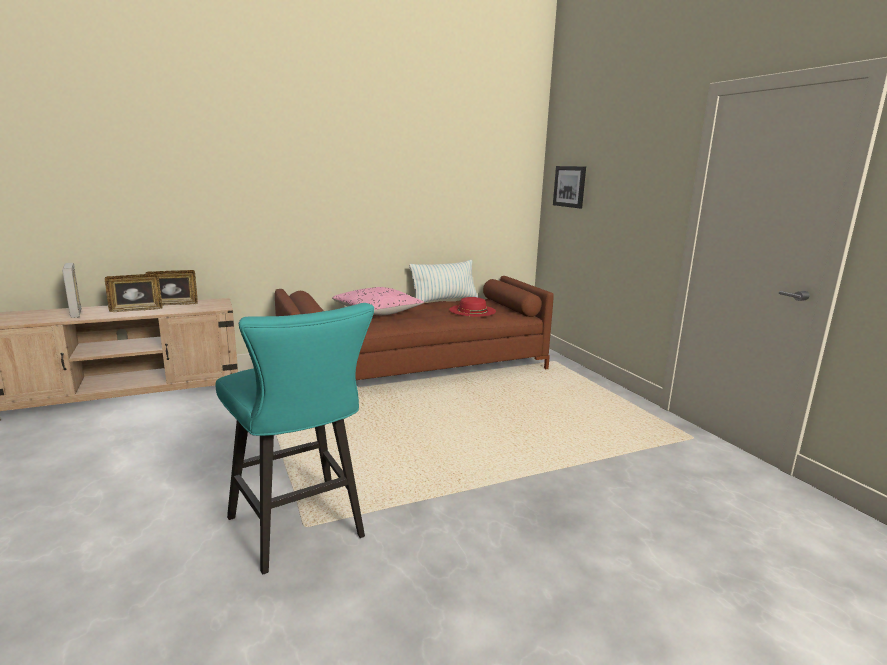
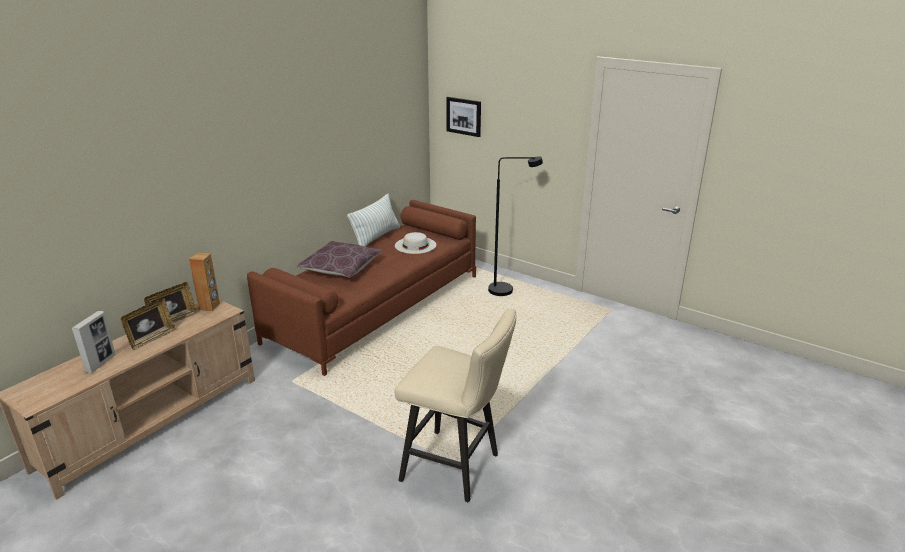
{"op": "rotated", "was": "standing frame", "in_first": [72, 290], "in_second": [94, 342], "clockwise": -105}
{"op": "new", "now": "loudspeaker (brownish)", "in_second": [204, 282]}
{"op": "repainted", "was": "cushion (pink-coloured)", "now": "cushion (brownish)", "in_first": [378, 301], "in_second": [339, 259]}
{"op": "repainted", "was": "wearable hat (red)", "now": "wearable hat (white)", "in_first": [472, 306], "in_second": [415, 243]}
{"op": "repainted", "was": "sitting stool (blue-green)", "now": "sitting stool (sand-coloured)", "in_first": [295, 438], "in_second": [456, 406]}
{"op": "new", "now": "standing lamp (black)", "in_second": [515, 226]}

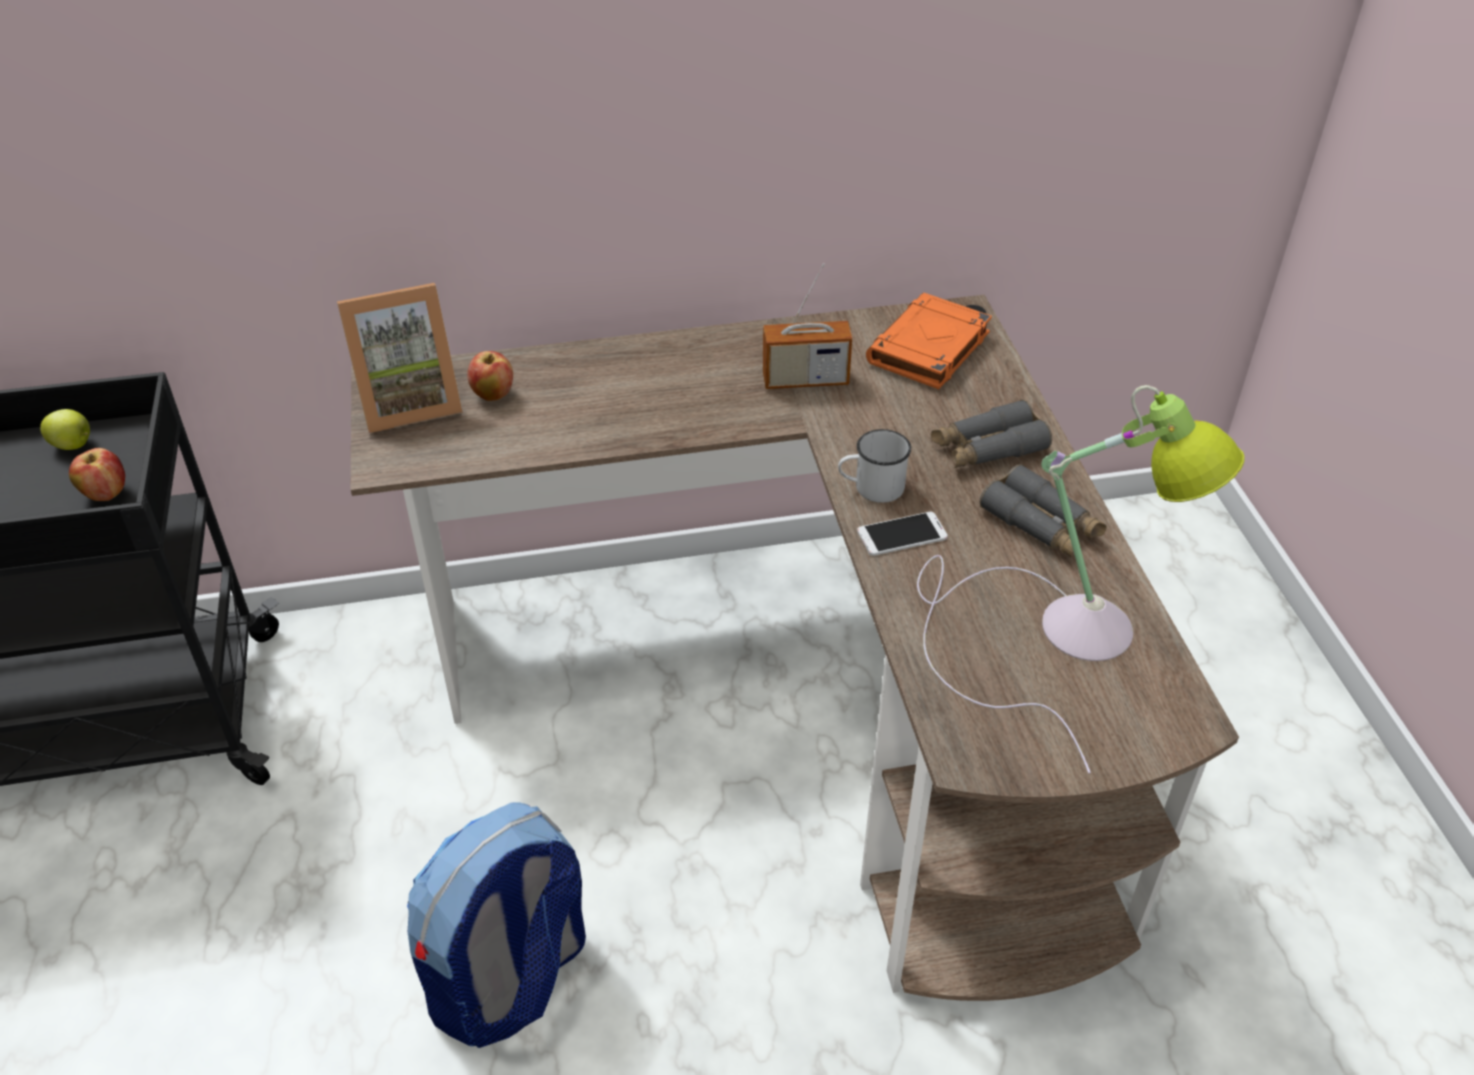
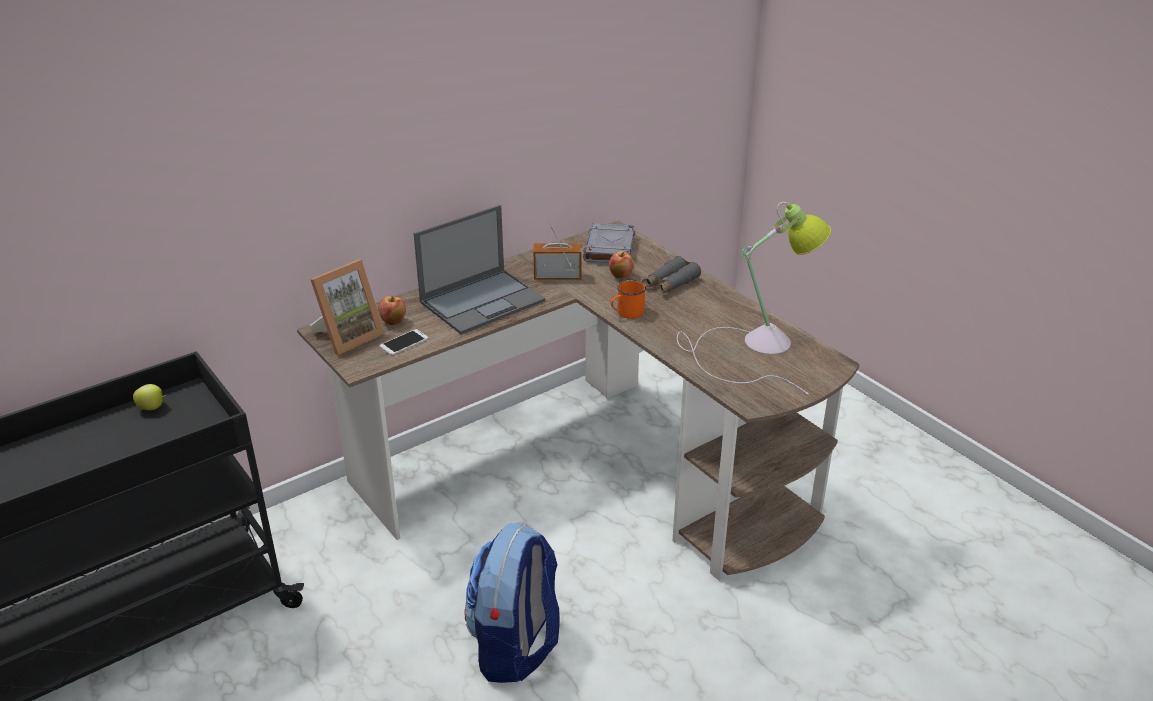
{"op": "shifted", "was": "telephone", "in_first": [902, 534], "in_second": [403, 342]}
{"op": "new", "now": "portable computer", "in_second": [479, 269]}
{"op": "rotated", "was": "radio set", "in_first": [807, 326], "in_second": [557, 249], "clockwise": -150}
{"op": "repainted", "was": "volume (orange)", "now": "volume (greyish)", "in_first": [929, 341], "in_second": [609, 243]}
{"op": "shifted", "was": "apple", "in_first": [97, 474], "in_second": [621, 265]}
{"op": "repainted", "was": "tea mug (white)", "now": "tea mug (orange)", "in_first": [874, 466], "in_second": [628, 299]}
{"op": "gone", "was": "binoculars (greyish)", "in_first": [1043, 511]}

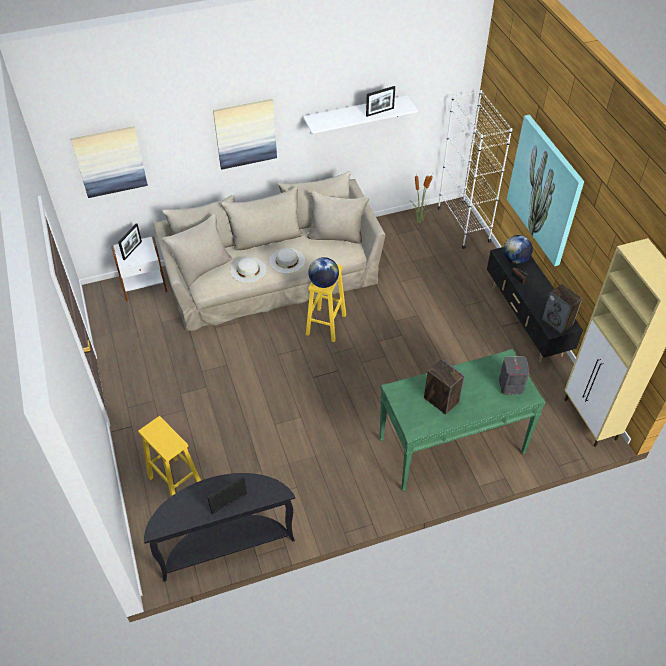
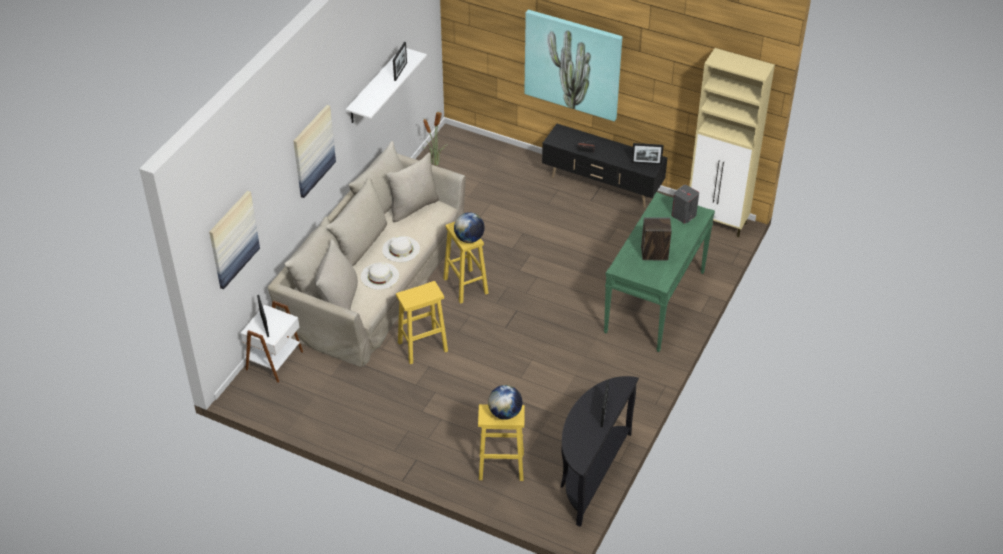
{"op": "new", "now": "sitting stool (yellow)", "in_second": [422, 322]}
{"op": "shifted", "was": "globe", "in_first": [518, 249], "in_second": [505, 402]}
{"op": "swapped", "was": "loudspeaker", "now": "standing frame", "in_first": [562, 309], "in_second": [648, 154]}
{"op": "gone", "was": "bookcase (white)", "in_first": [474, 169]}

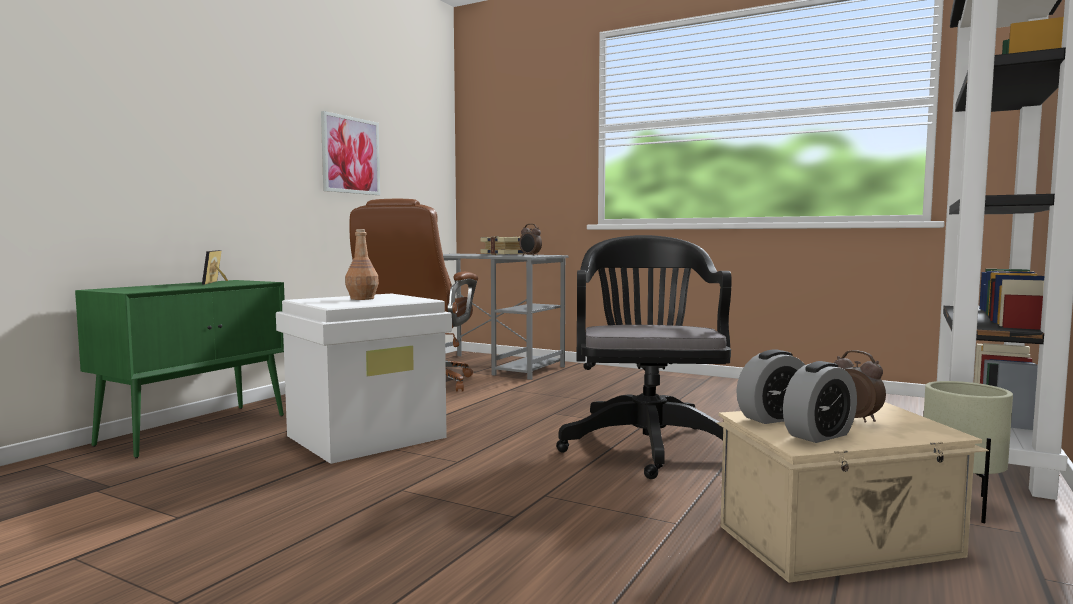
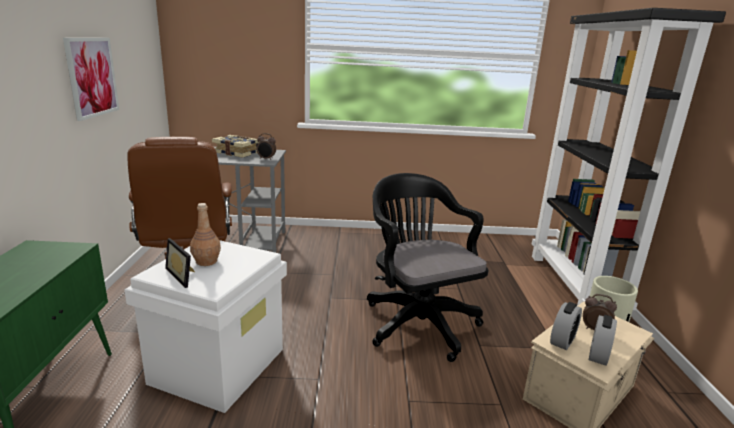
{"op": "shifted", "was": "standing frame", "in_first": [215, 267], "in_second": [180, 263]}

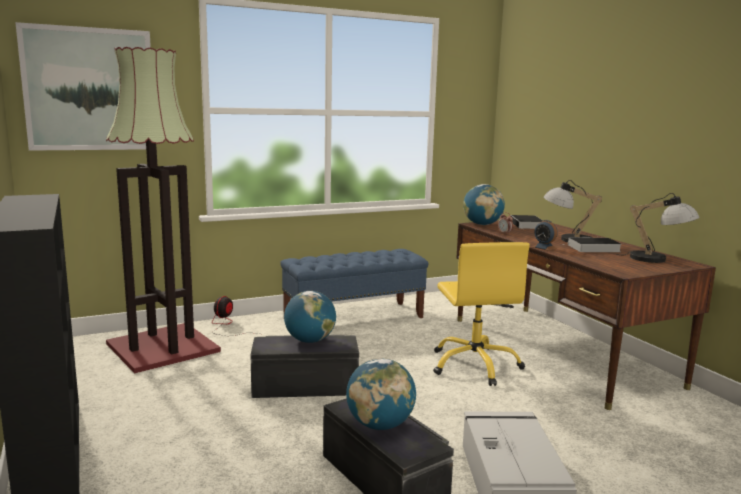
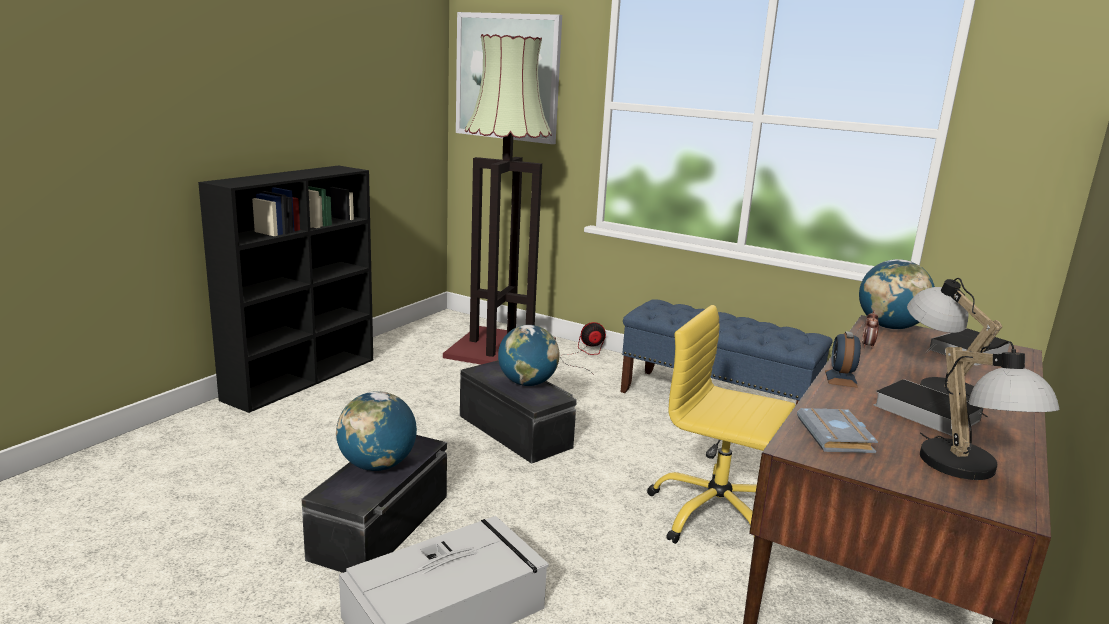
{"op": "rotated", "was": "desk chair (yellow)", "in_first": [481, 314], "in_second": [721, 424], "clockwise": 75}
{"op": "new", "now": "volume (greyish)", "in_second": [837, 430]}

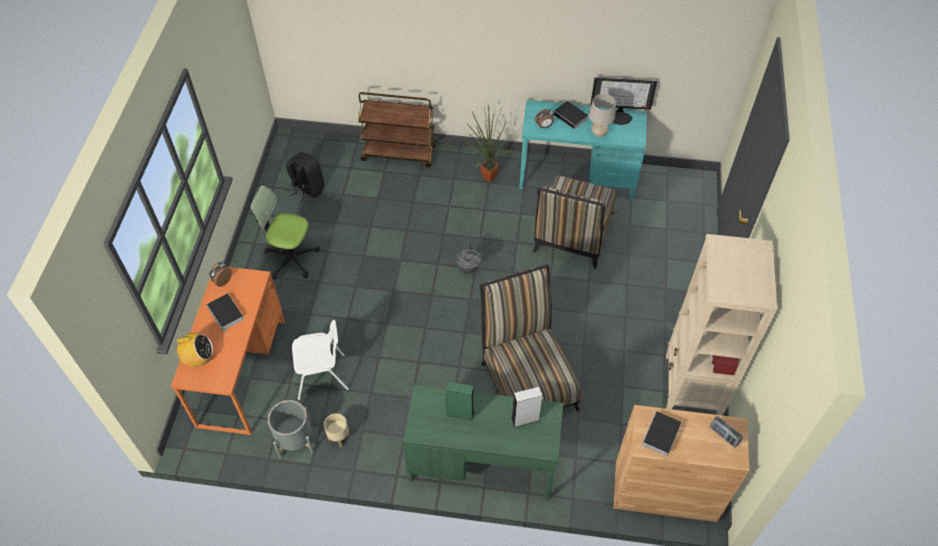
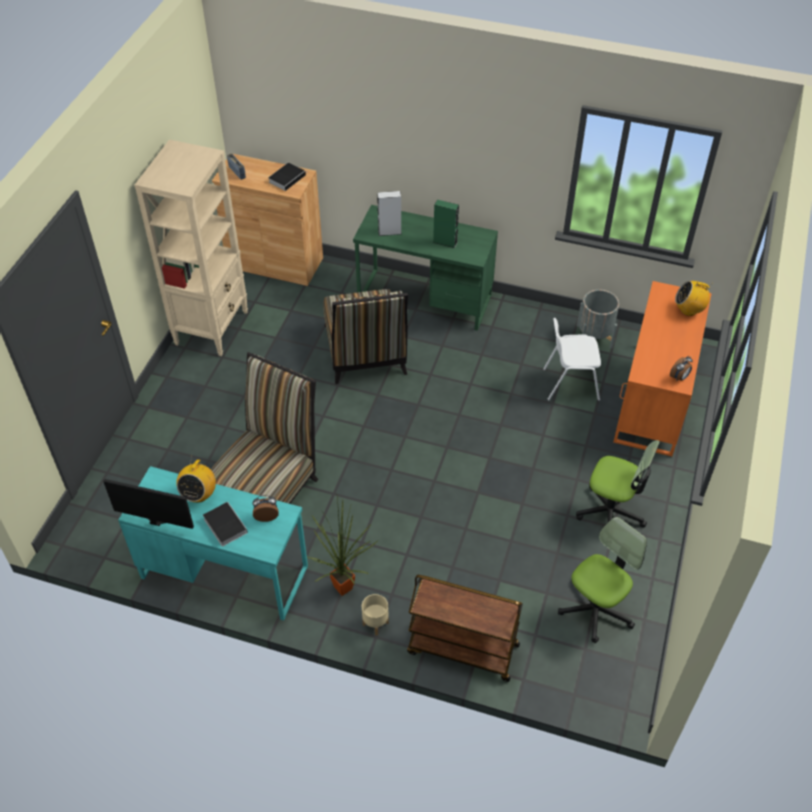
{"op": "swapped", "was": "lamp for a table (sand-coloured)", "now": "radio set", "in_first": [602, 115], "in_second": [196, 481]}
{"op": "shifted", "was": "plant pot (sand-coloured)", "in_first": [337, 430], "in_second": [375, 614]}
{"op": "swapped", "was": "rucksack (black)", "now": "desk chair", "in_first": [305, 177], "in_second": [602, 580]}
{"op": "gone", "was": "volume", "in_first": [225, 313]}
{"op": "gone", "was": "electric fan (greyish)", "in_first": [469, 258]}

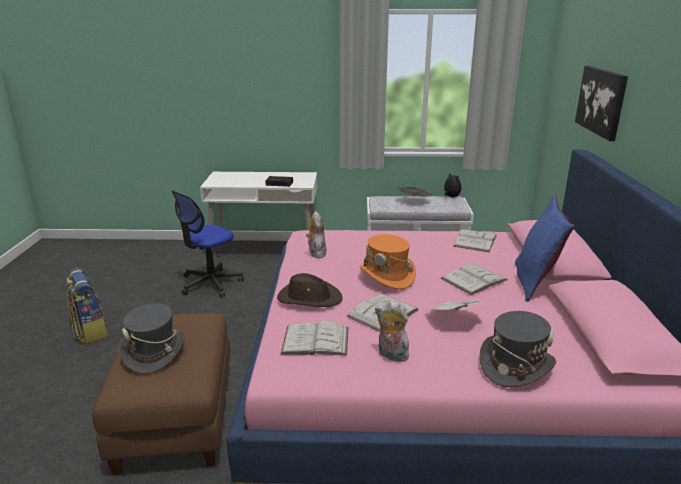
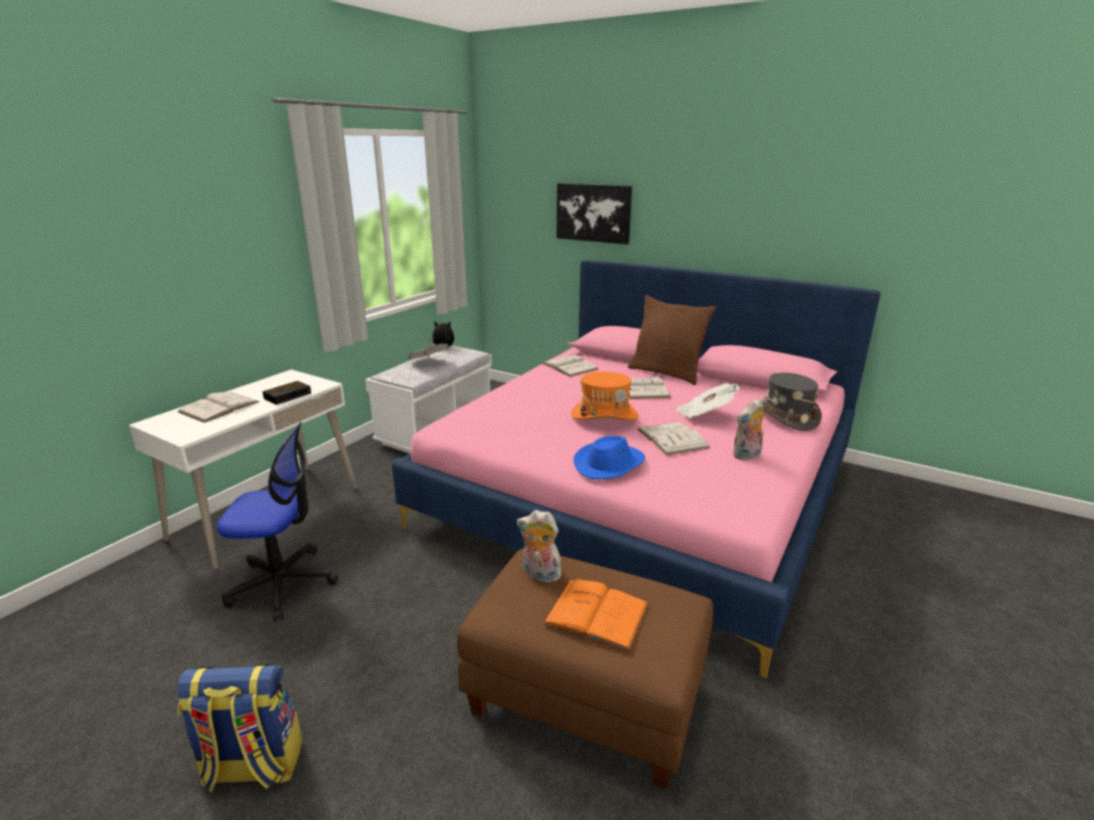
{"op": "shifted", "was": "volume (white)", "in_first": [314, 338], "in_second": [219, 407]}
{"op": "rotated", "was": "desk chair", "in_first": [207, 243], "in_second": [277, 521], "clockwise": -75}
{"op": "shifted", "was": "soft toy", "in_first": [316, 234], "in_second": [539, 546]}
{"op": "swapped", "was": "wearable hat (greyish)", "now": "volume (orange)", "in_first": [151, 338], "in_second": [595, 615]}
{"op": "repainted", "was": "wearable hat (brownish)", "now": "wearable hat (blue)", "in_first": [310, 290], "in_second": [609, 457]}
{"op": "repainted", "was": "cushion (blue)", "now": "cushion (brownish)", "in_first": [545, 248], "in_second": [672, 340]}

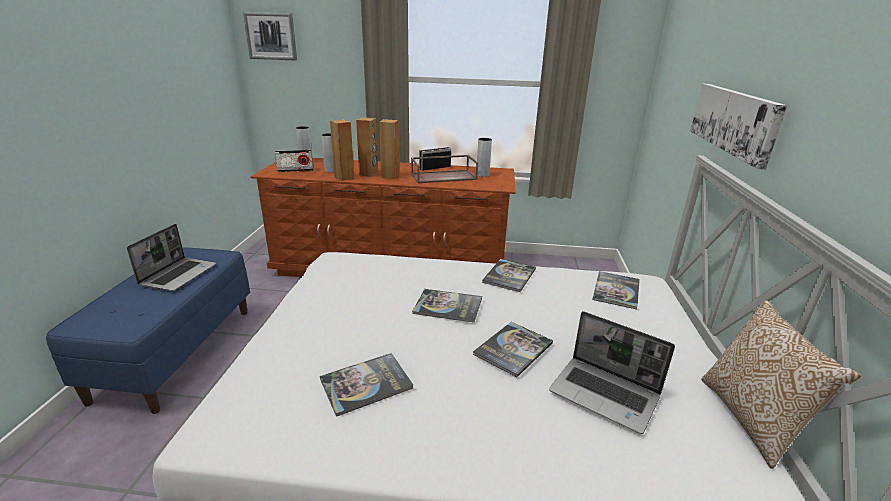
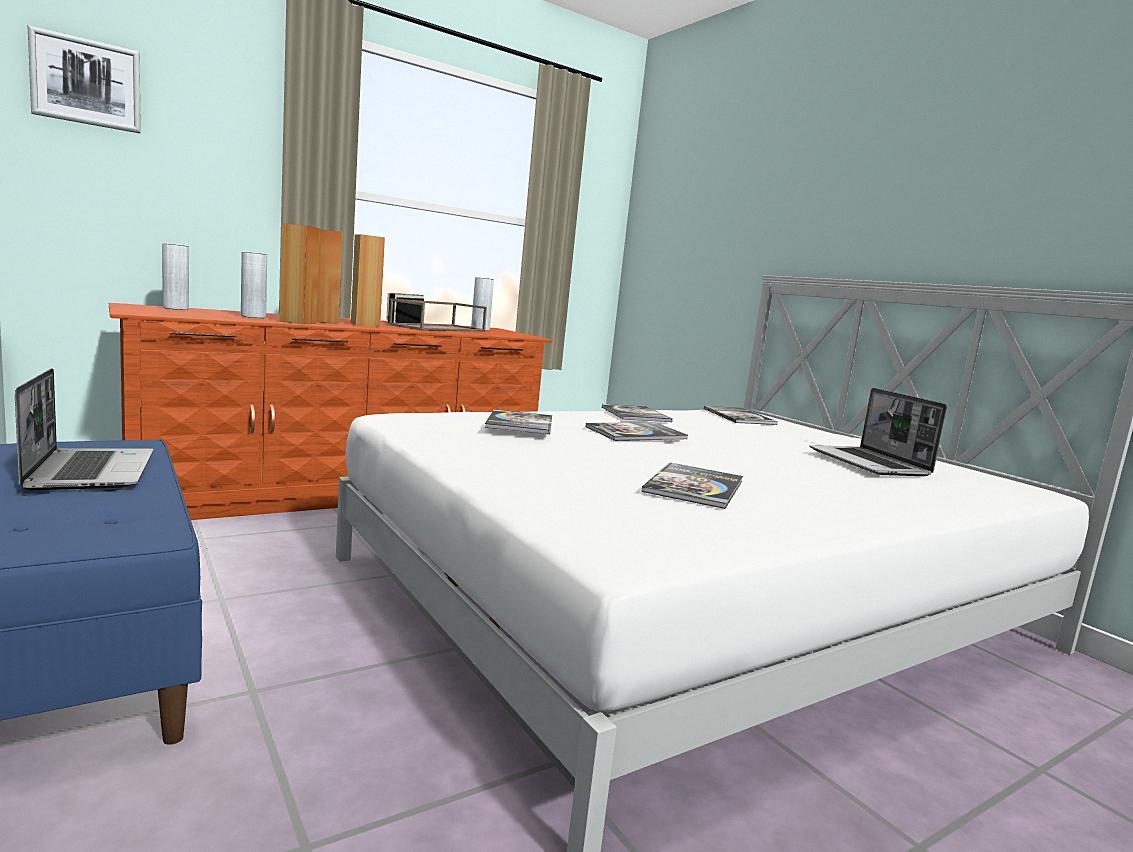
{"op": "shifted", "was": "volume", "in_first": [513, 349], "in_second": [518, 421]}
{"op": "rotated", "was": "portable computer", "in_first": [612, 372], "in_second": [878, 432], "clockwise": 75}
{"op": "gone", "was": "radio set", "in_first": [294, 161]}
{"op": "gone", "was": "picture", "in_first": [738, 127]}
{"op": "gone", "was": "cushion", "in_first": [782, 384]}

